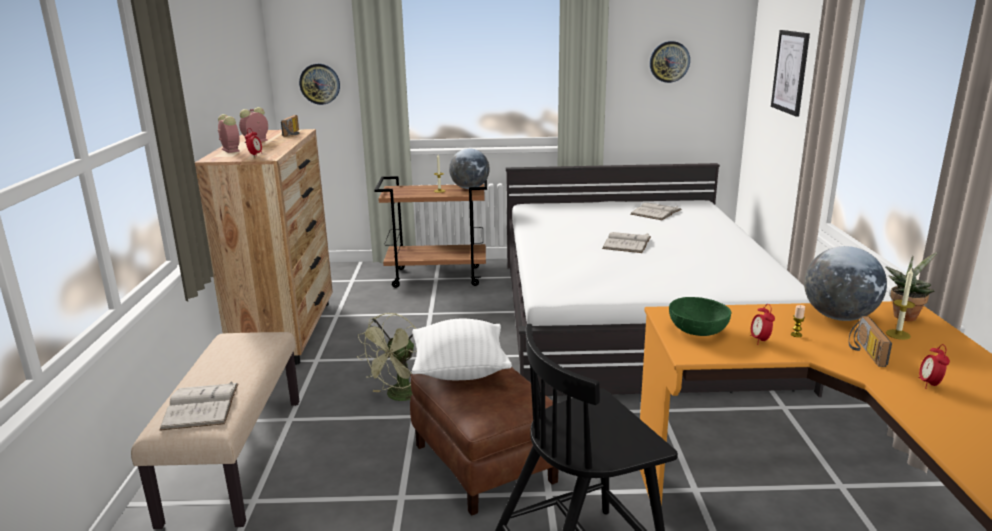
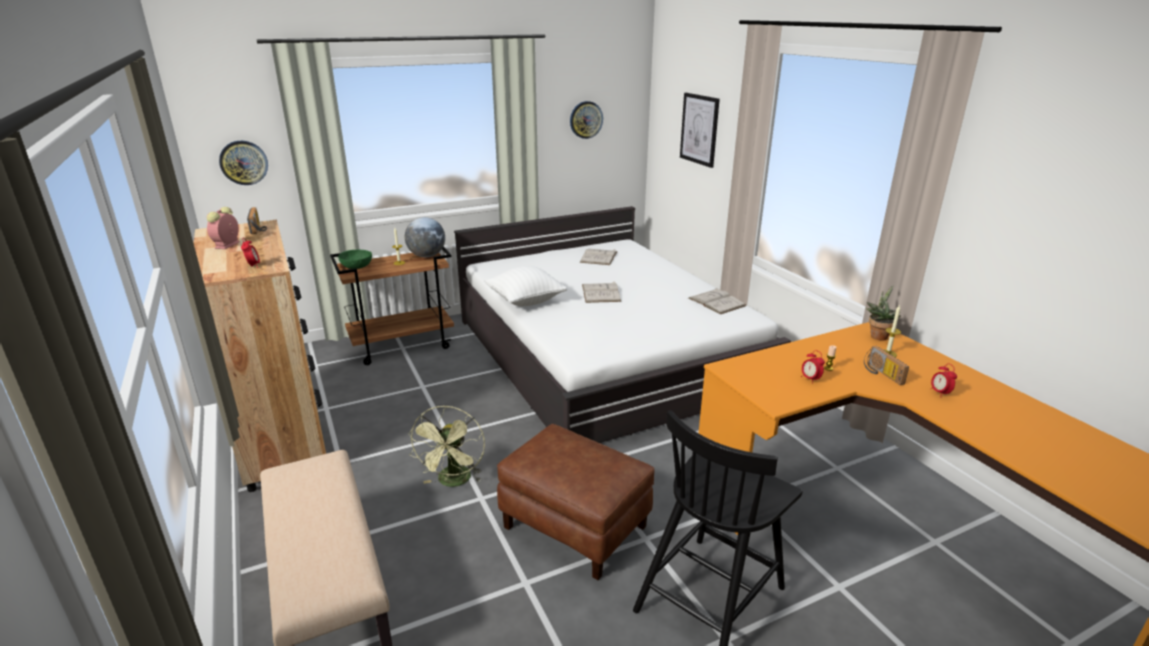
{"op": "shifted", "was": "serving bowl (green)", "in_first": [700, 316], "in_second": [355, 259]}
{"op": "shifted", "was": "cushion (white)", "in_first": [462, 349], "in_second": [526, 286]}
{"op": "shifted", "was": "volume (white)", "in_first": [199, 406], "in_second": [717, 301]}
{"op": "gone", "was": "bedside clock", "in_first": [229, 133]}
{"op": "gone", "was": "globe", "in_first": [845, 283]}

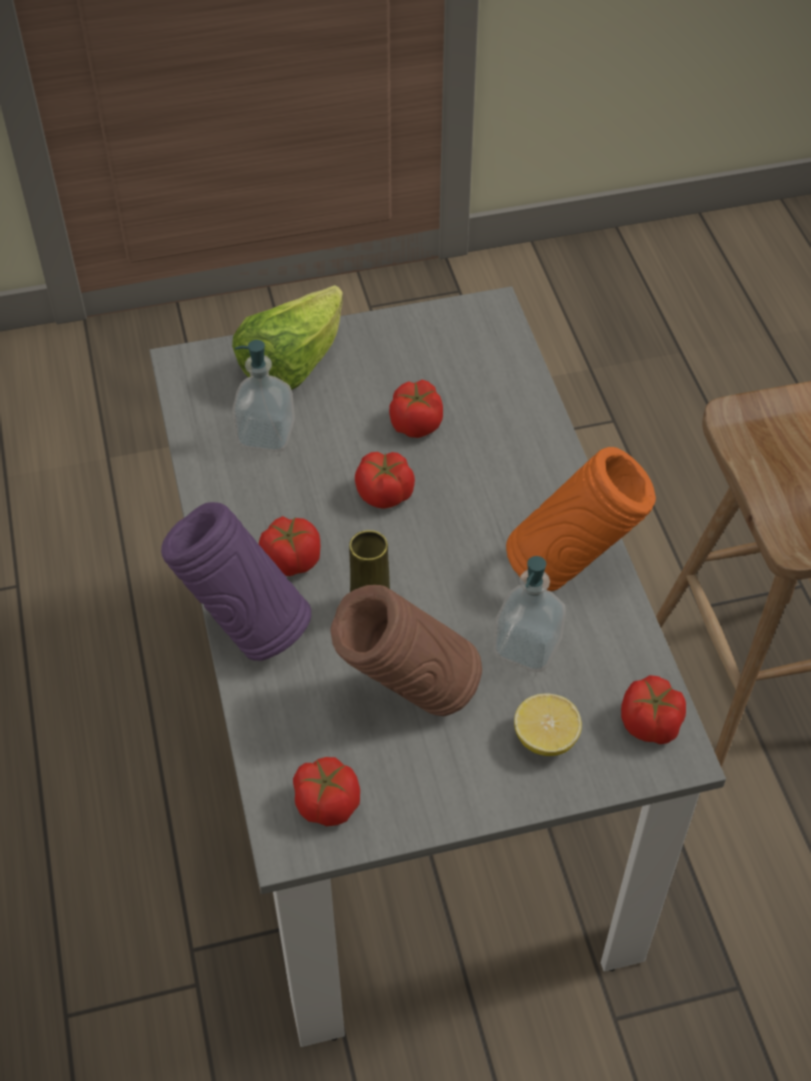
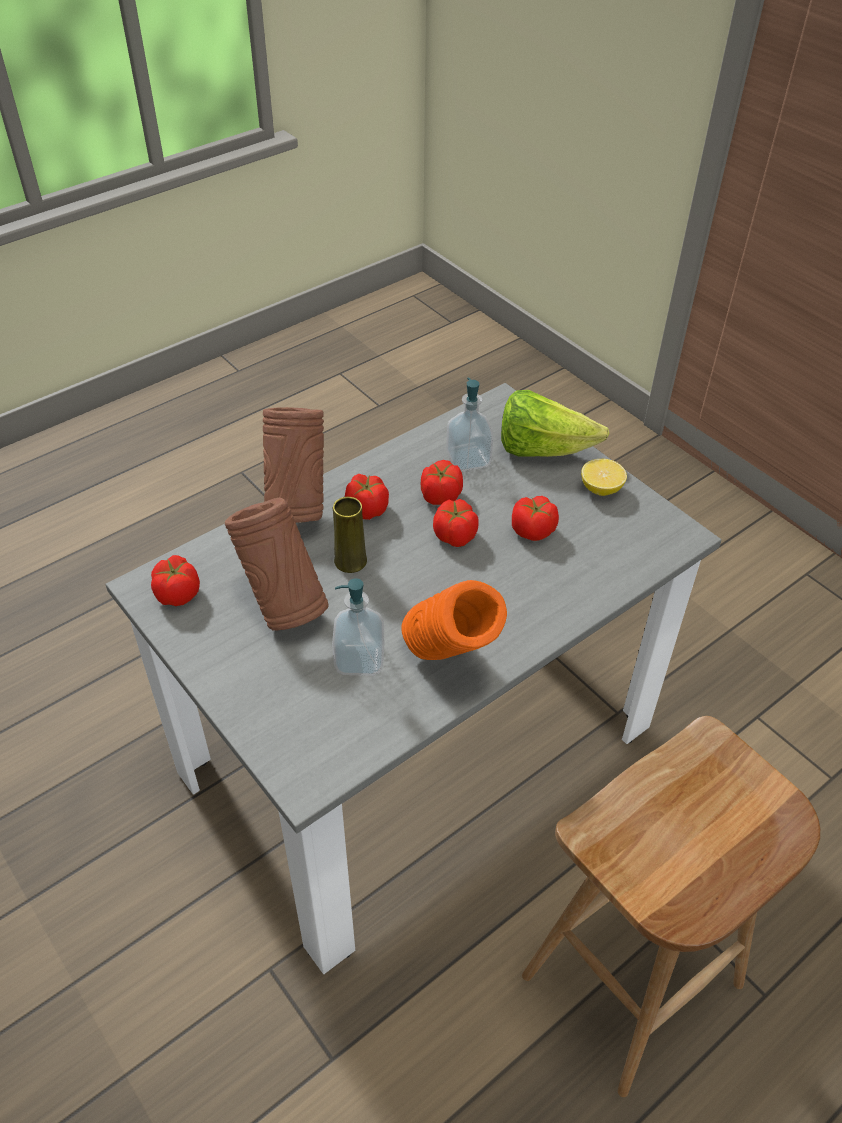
{"op": "repainted", "was": "flower vase (purplish)", "now": "flower vase (brownish)", "in_first": [236, 581], "in_second": [293, 465]}
{"op": "shifted", "was": "fresh tomato", "in_first": [653, 709], "in_second": [442, 482]}
{"op": "shifted", "was": "lemon", "in_first": [548, 725], "in_second": [604, 477]}

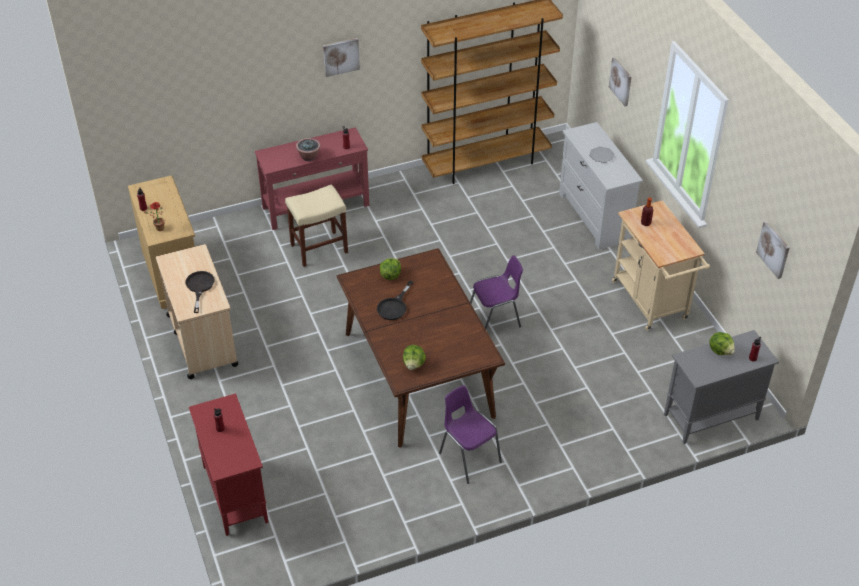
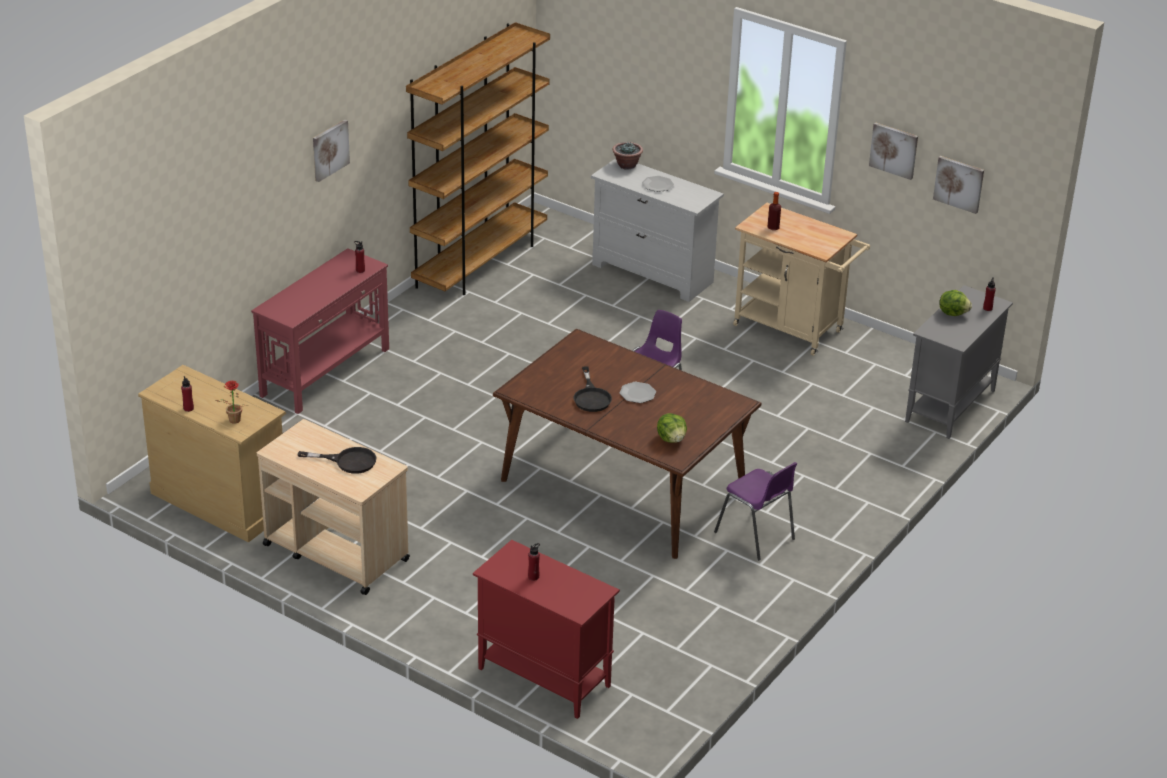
{"op": "rotated", "was": "pan (black)", "in_first": [200, 292], "in_second": [337, 460], "clockwise": 135}
{"op": "shifted", "was": "plant in a pot", "in_first": [308, 149], "in_second": [628, 156]}
{"op": "new", "now": "flat dish", "in_second": [638, 392]}
{"op": "rotated", "was": "upright chair (purplish)", "in_first": [470, 434], "in_second": [755, 511], "clockwise": -150}
{"op": "shifted", "was": "picture", "in_first": [620, 81], "in_second": [893, 151]}
{"op": "gone", "was": "sitting stool (sand-coloured)", "in_first": [316, 225]}
{"op": "gone", "was": "lettuce", "in_first": [390, 269]}

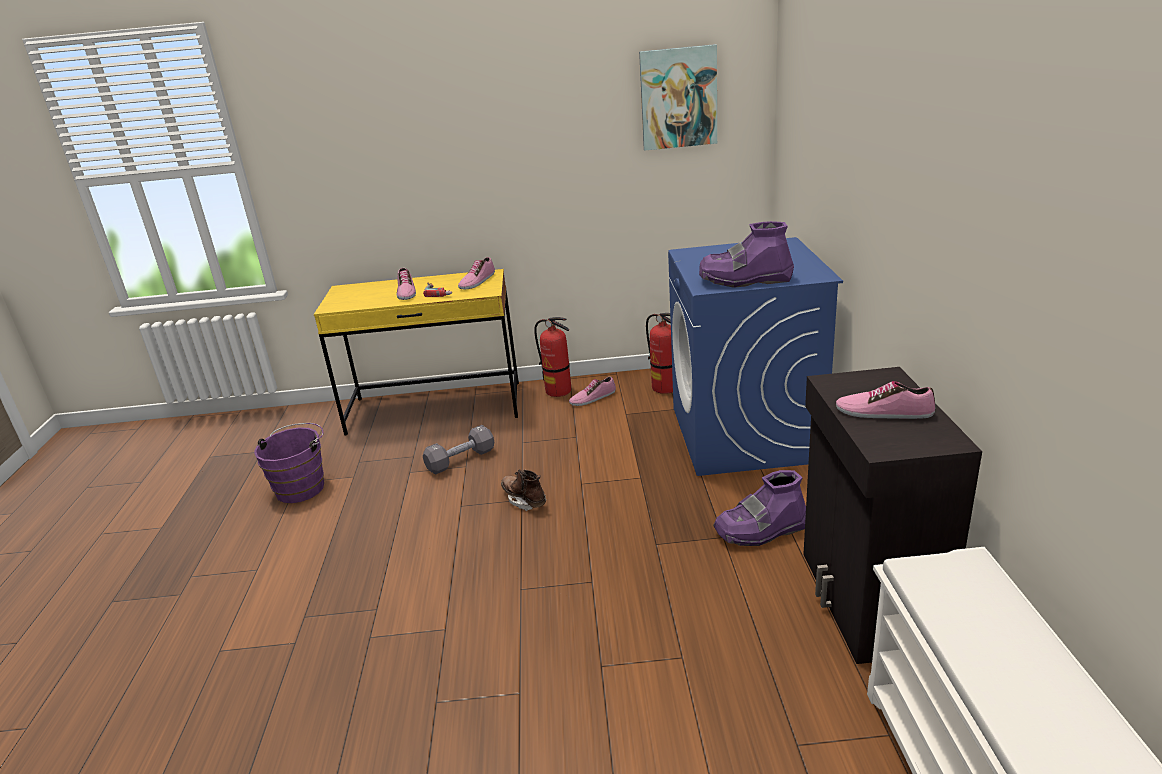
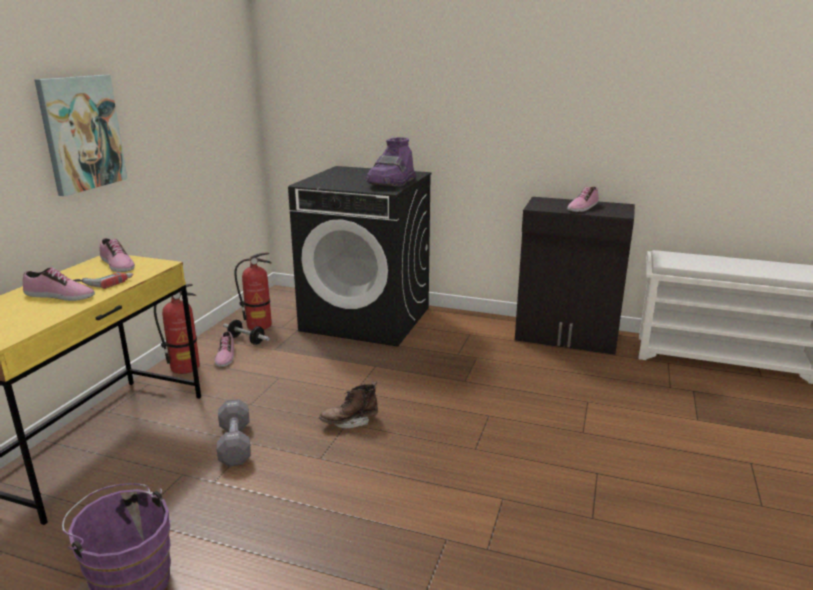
{"op": "shifted", "was": "picture", "in_first": [678, 97], "in_second": [80, 135]}
{"op": "new", "now": "hand weight", "in_second": [246, 332]}
{"op": "repainted", "was": "laundry machine (blue)", "now": "laundry machine (black)", "in_first": [755, 356], "in_second": [360, 256]}
{"op": "gone", "was": "high-top boot (purplish)", "in_first": [759, 508]}

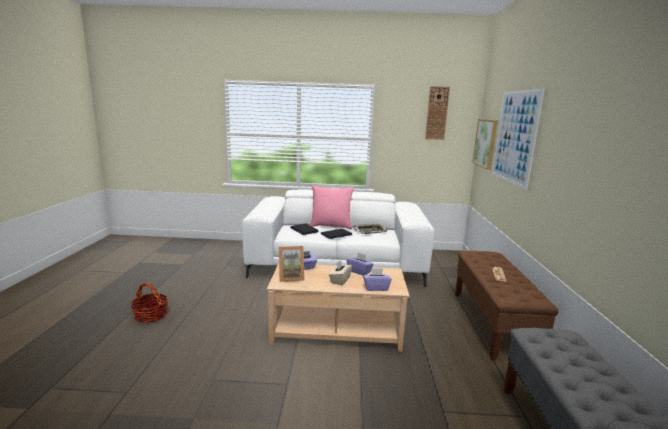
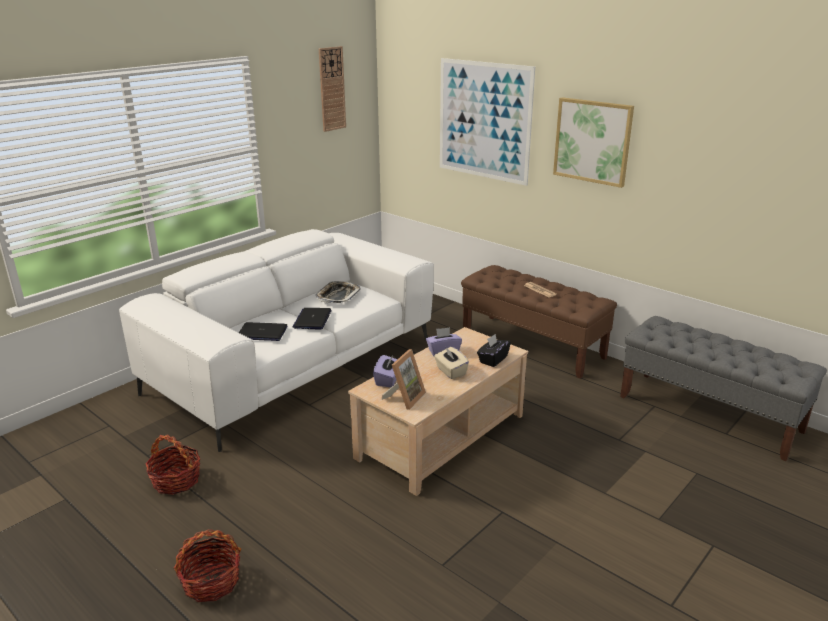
{"op": "new", "now": "household basket", "in_second": [172, 464]}
{"op": "repainted", "was": "tissue box (purplish)", "now": "tissue box (black)", "in_first": [377, 279], "in_second": [494, 350]}
{"op": "shifted", "was": "picture", "in_first": [485, 144], "in_second": [593, 142]}
{"op": "gone", "was": "cushion (pink-coloured)", "in_first": [332, 207]}

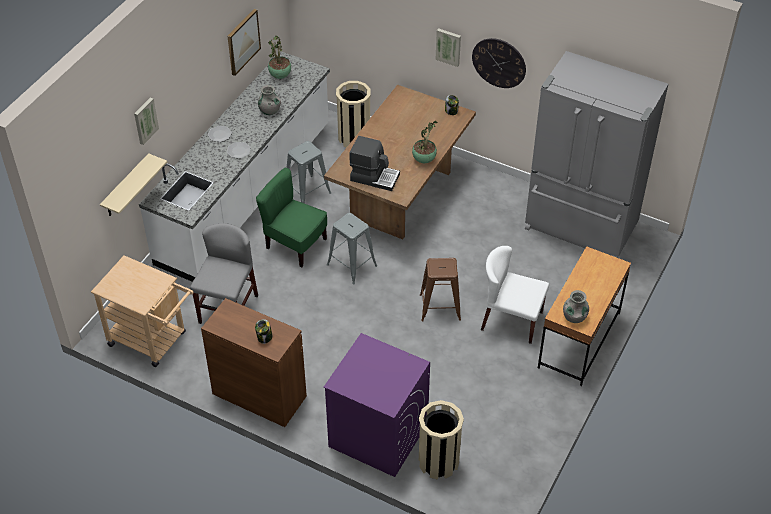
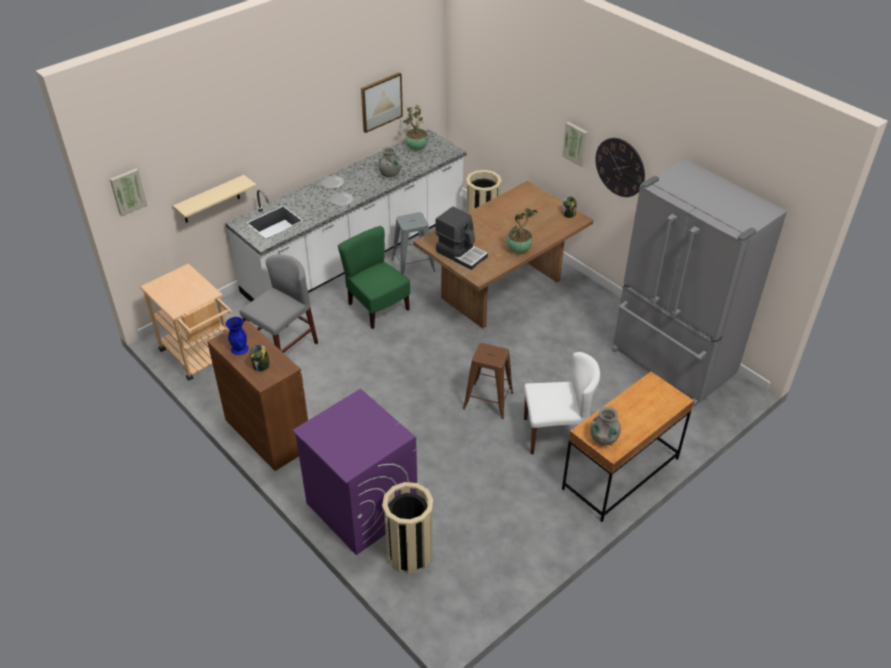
{"op": "shifted", "was": "picture", "in_first": [146, 121], "in_second": [129, 192]}
{"op": "new", "now": "flower vase (blue)", "in_second": [237, 336]}
{"op": "rotated", "was": "upright chair (white)", "in_first": [515, 295], "in_second": [562, 403], "clockwise": 135}
{"op": "gone", "was": "sitting stool (greyish)", "in_first": [352, 248]}

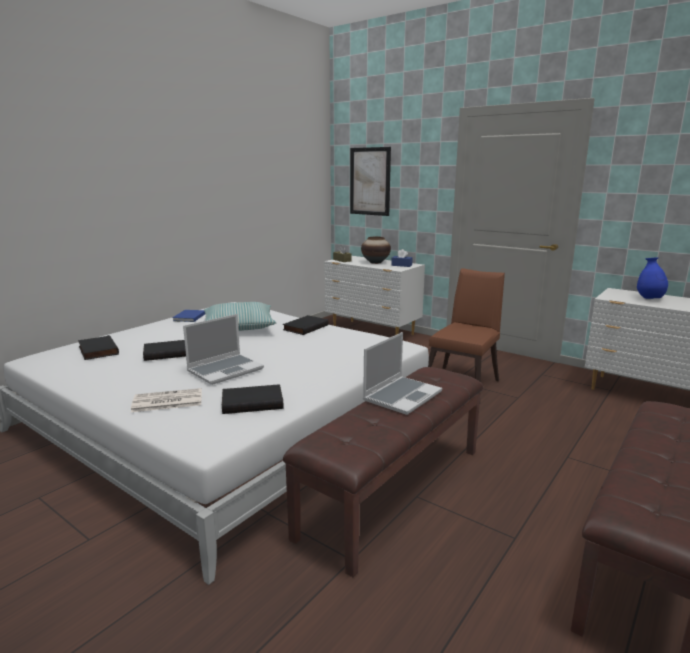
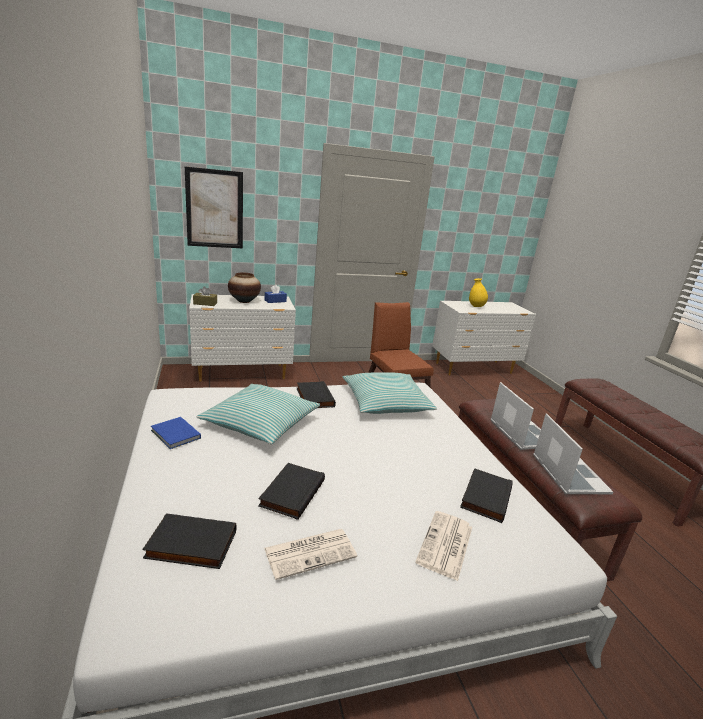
{"op": "new", "now": "printed paper", "in_second": [310, 554]}
{"op": "new", "now": "cushion", "in_second": [390, 393]}
{"op": "repainted", "was": "flower vase (blue)", "now": "flower vase (yellow)", "in_first": [652, 278], "in_second": [478, 292]}
{"op": "shifted", "was": "portable computer", "in_first": [223, 349], "in_second": [573, 453]}

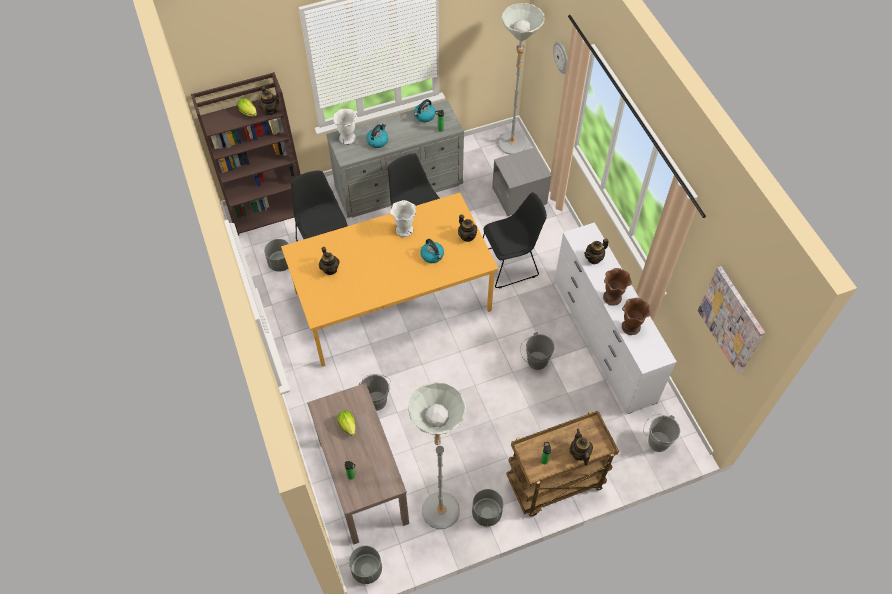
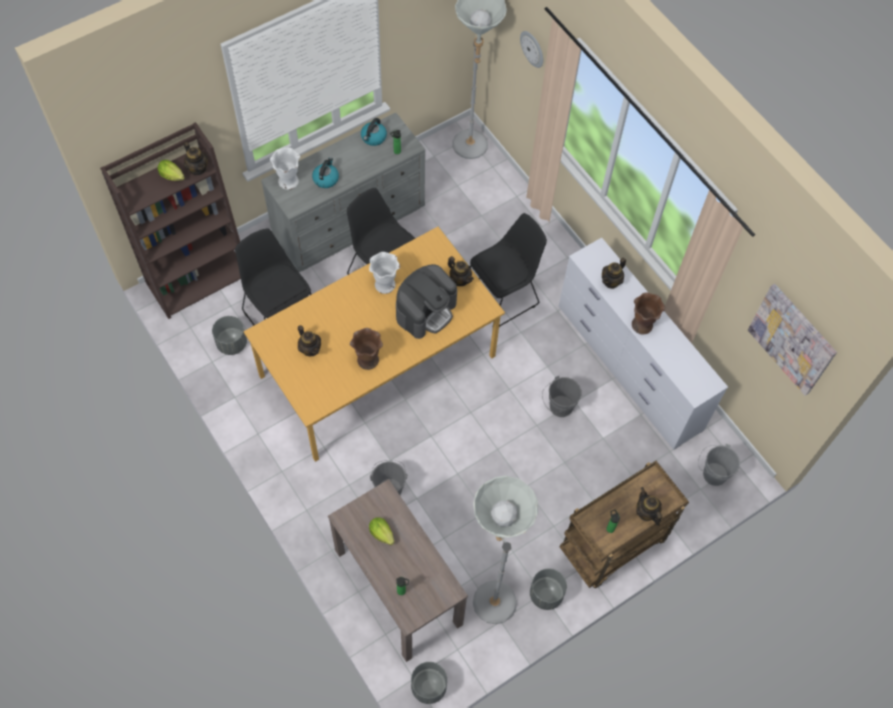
{"op": "shifted", "was": "flower vase (brownish)", "in_first": [636, 316], "in_second": [366, 349]}
{"op": "swapped", "was": "kettle", "now": "coffee brewer", "in_first": [432, 251], "in_second": [426, 301]}
{"op": "gone", "was": "nightstand (greyish)", "in_first": [521, 181]}

